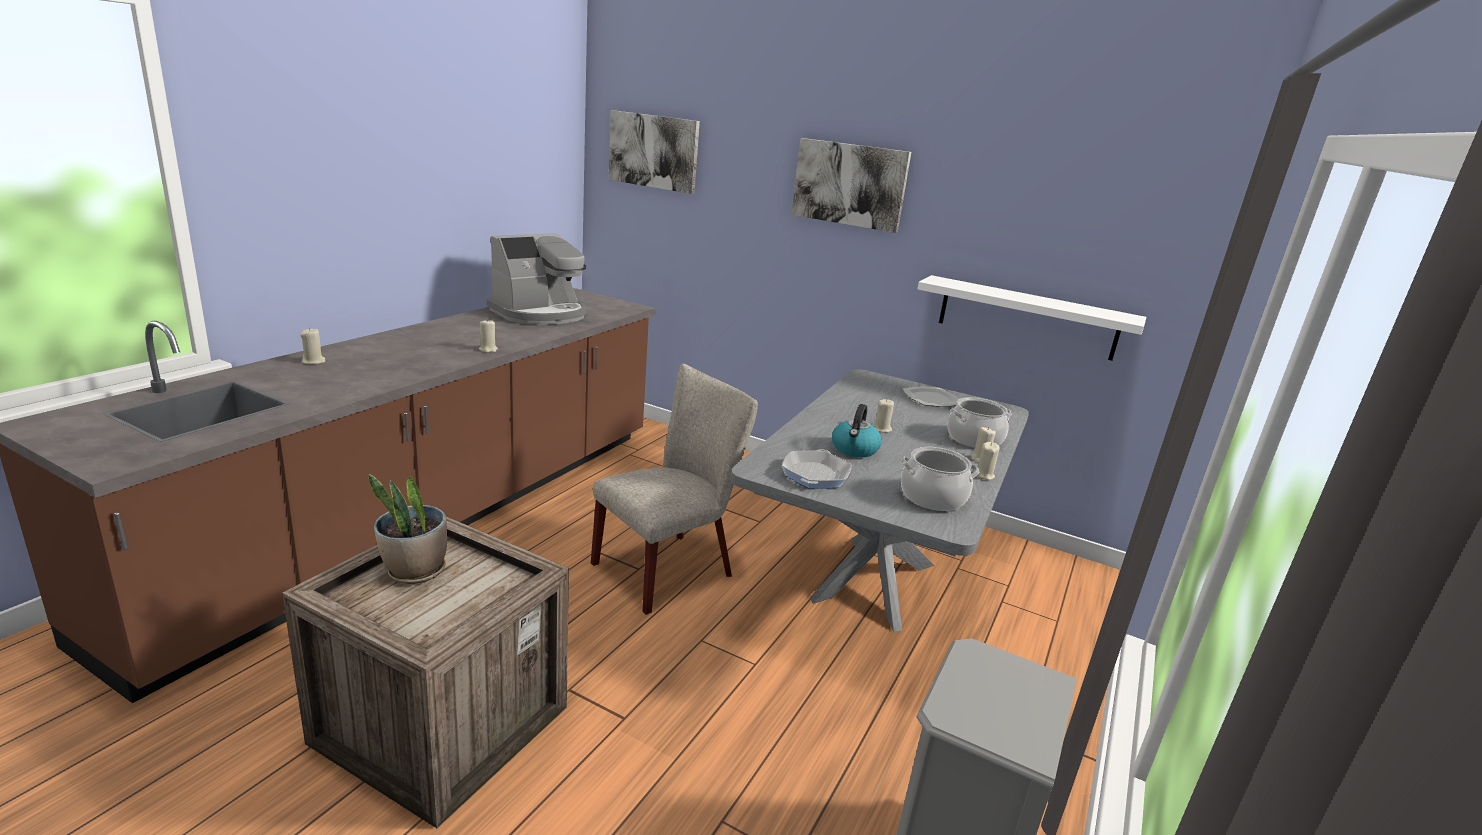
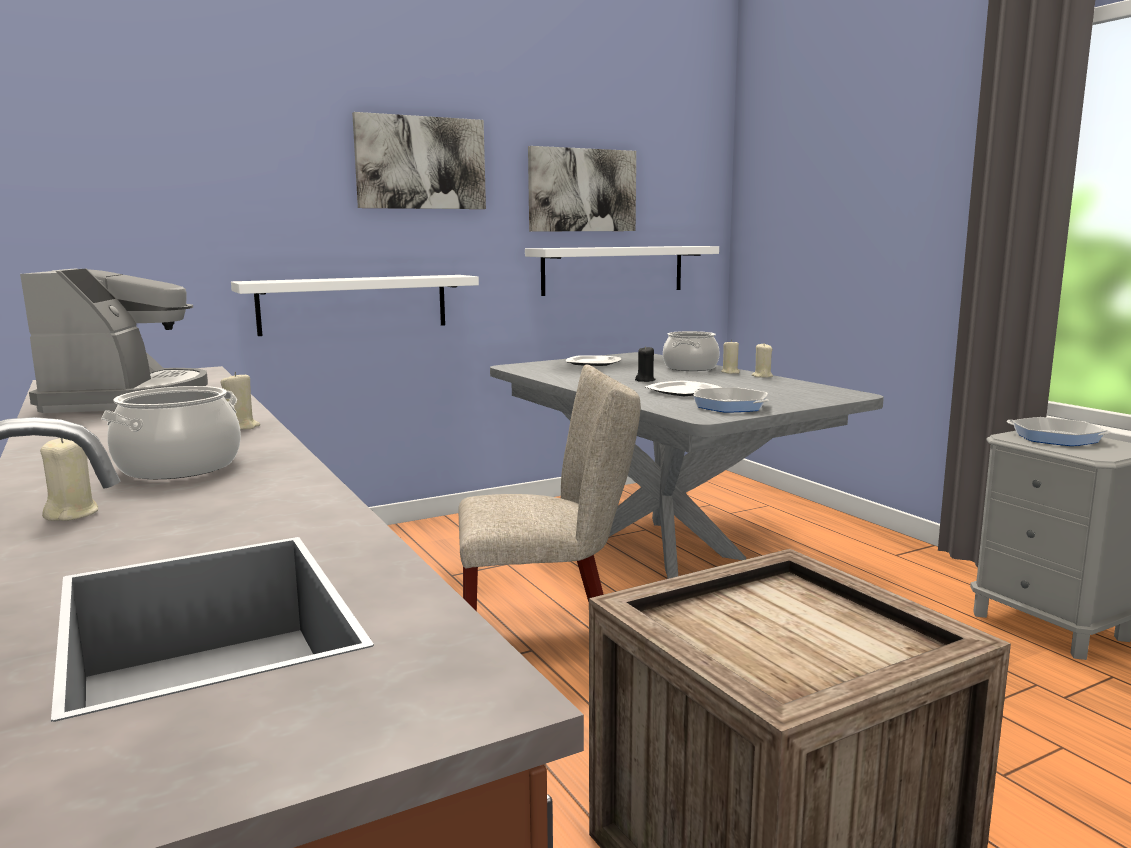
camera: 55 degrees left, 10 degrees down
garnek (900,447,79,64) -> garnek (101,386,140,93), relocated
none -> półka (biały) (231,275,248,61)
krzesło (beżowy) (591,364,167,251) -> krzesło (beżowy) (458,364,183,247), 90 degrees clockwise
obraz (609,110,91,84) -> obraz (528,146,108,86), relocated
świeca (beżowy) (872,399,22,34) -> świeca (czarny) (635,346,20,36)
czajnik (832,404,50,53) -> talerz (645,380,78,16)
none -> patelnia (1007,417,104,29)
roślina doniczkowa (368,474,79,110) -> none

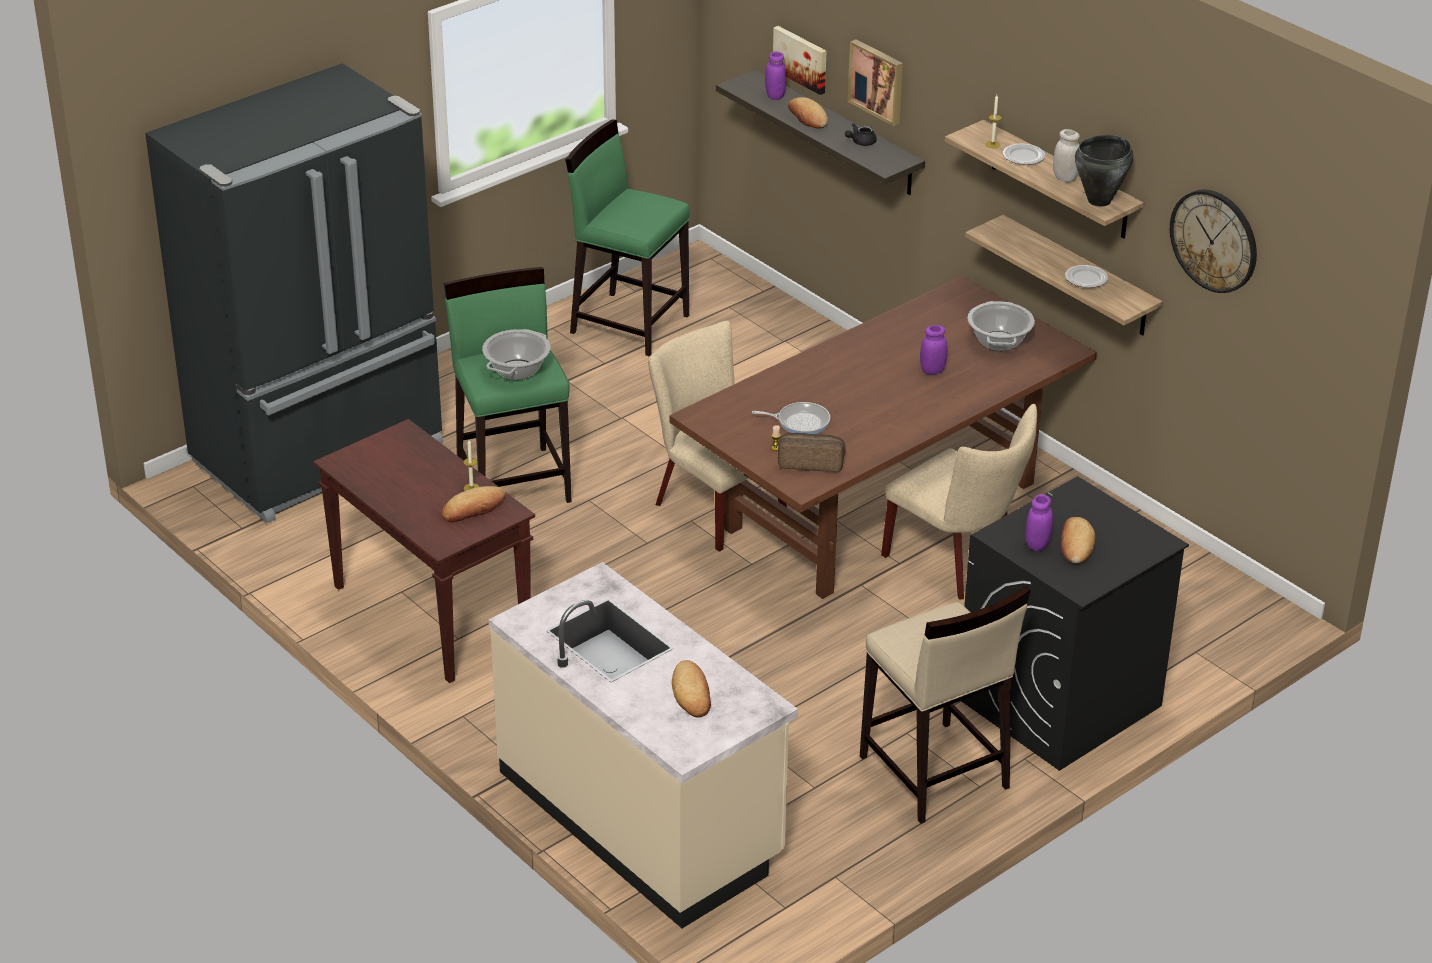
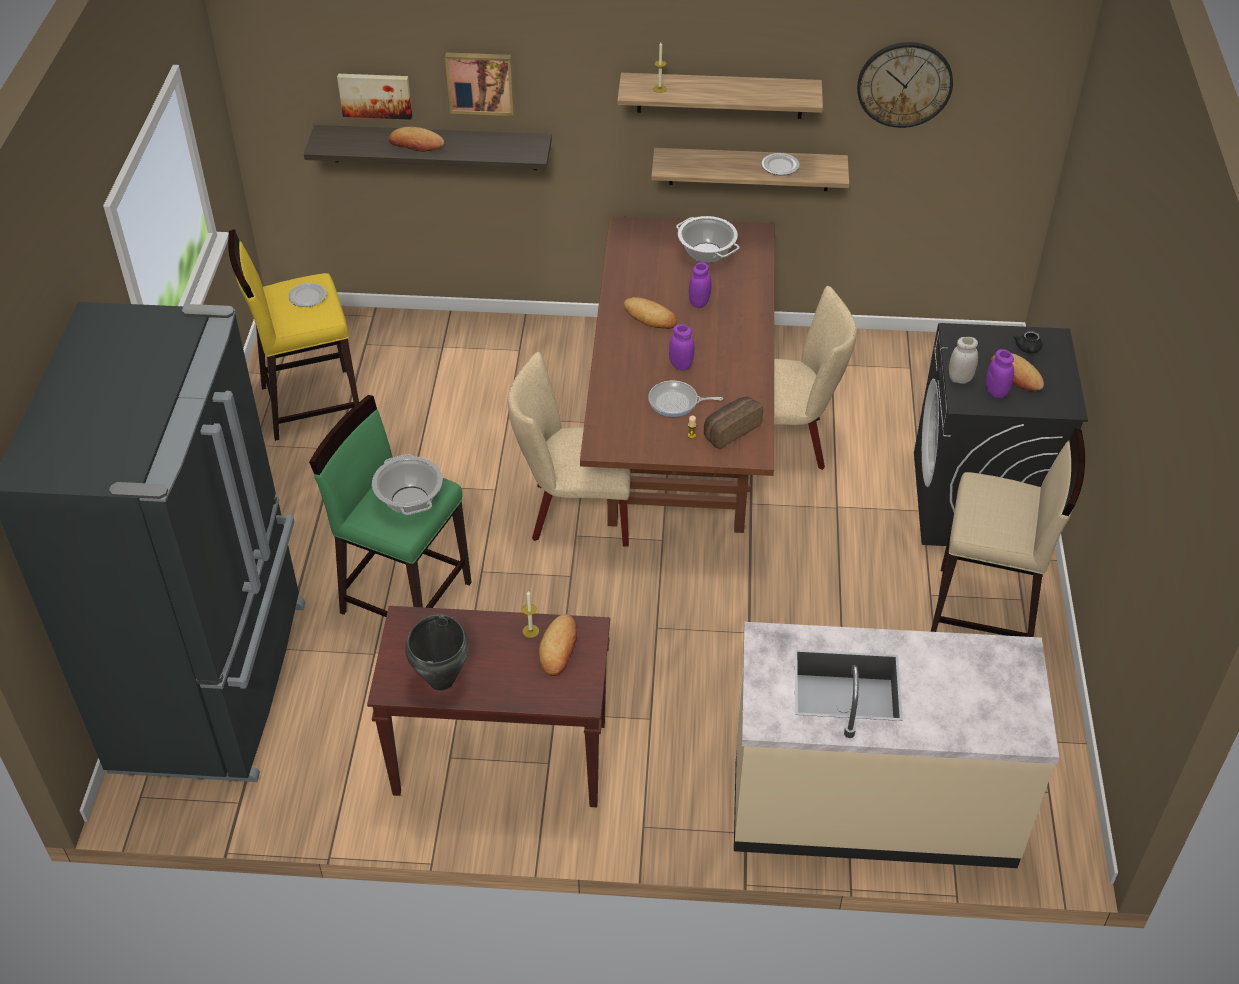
camera: 45 degrees left, 10 degrees up
stołek (zielony) (565,119,125,237) -> stołek (żółty) (228,229,131,212)
talerz (1003,143,42,22) -> talerz (288,283,39,24), relocated
garnek (czarny) (1075,135,58,72) -> garnek (czarny) (405,614,64,77), relocated
chleb (672,660,39,58) -> chleb (624,297,53,32), relocated
patelnia (752,402,78,32) -> patelnia (648,381,75,36), 135 degrees counterclockwise
słoik (fioletowy) (765,52,21,48) -> słoik (fioletowy) (669,324,25,47), relocated
słoik (biały) (1053,129,27,53) -> słoik (biały) (949,337,29,47), relocated
imbryk (czarny) (845,123,32,23) -> imbryk (czarny) (1014,331,28,22), relocated

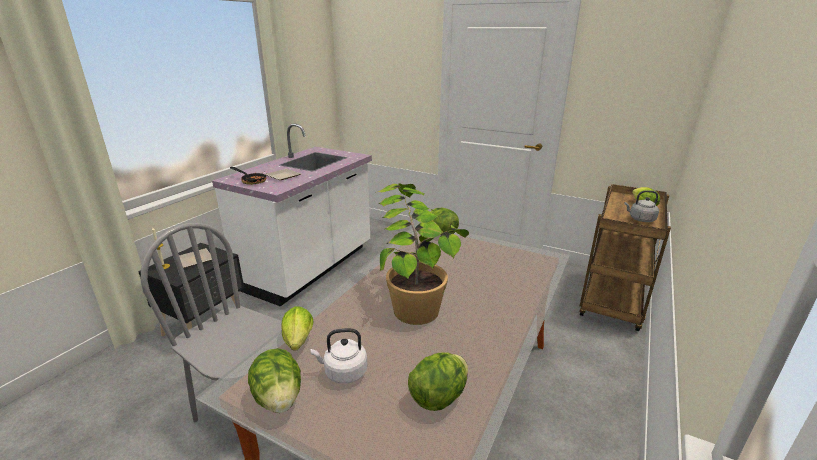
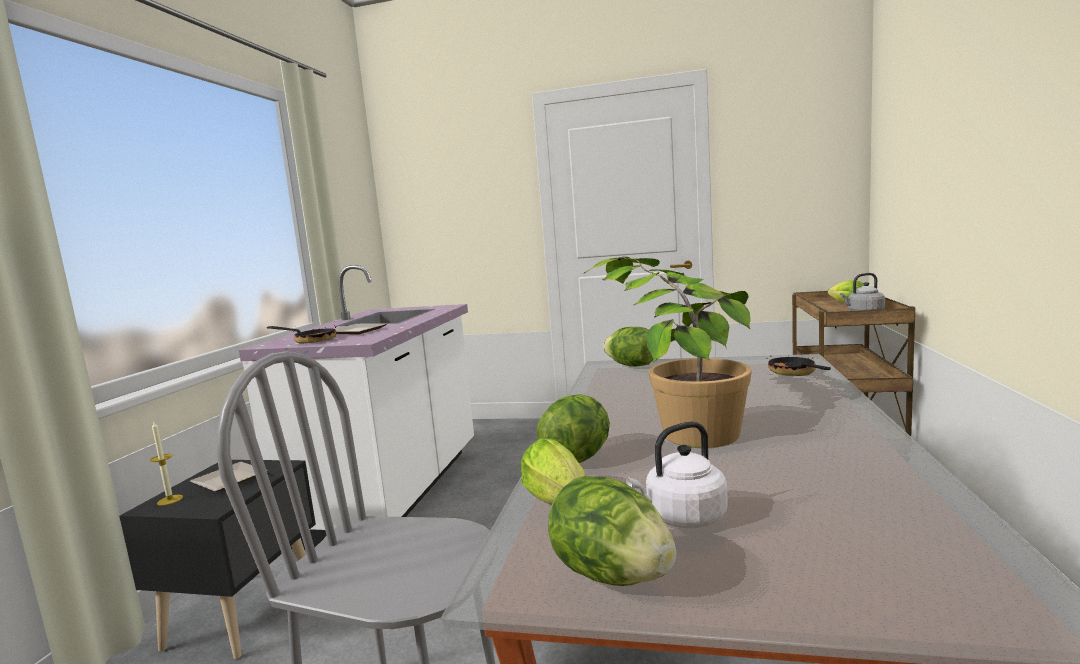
camera: 15 degrees left, 15 degrees down
sałata (408,352,60,59) -> sałata (537,394,73,69), relocated
none -> patelnia (766,351,65,25)

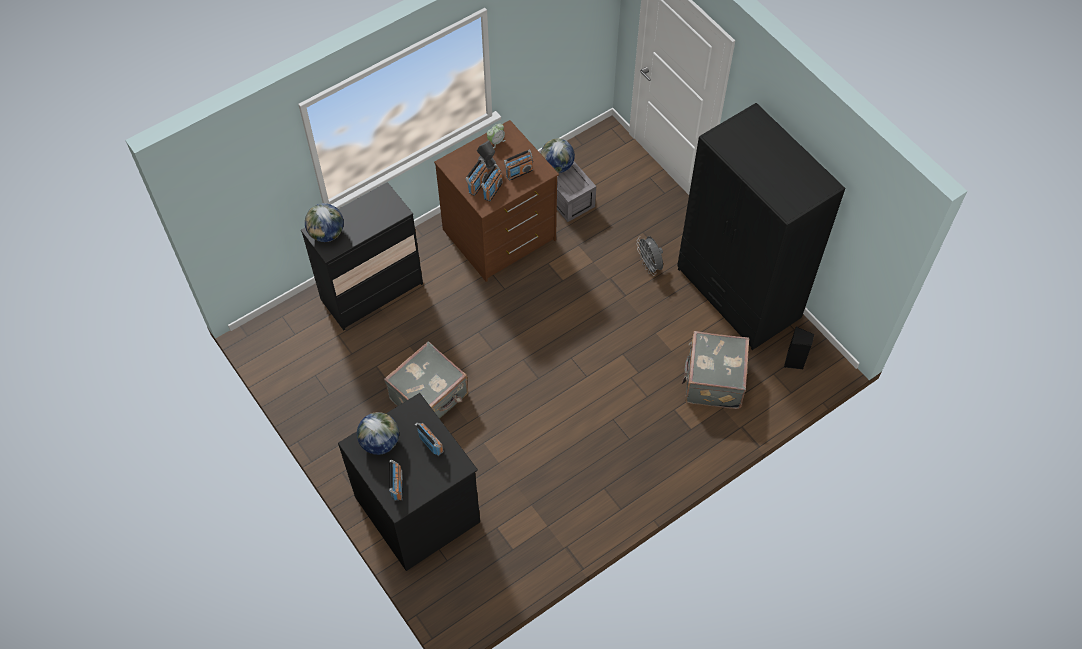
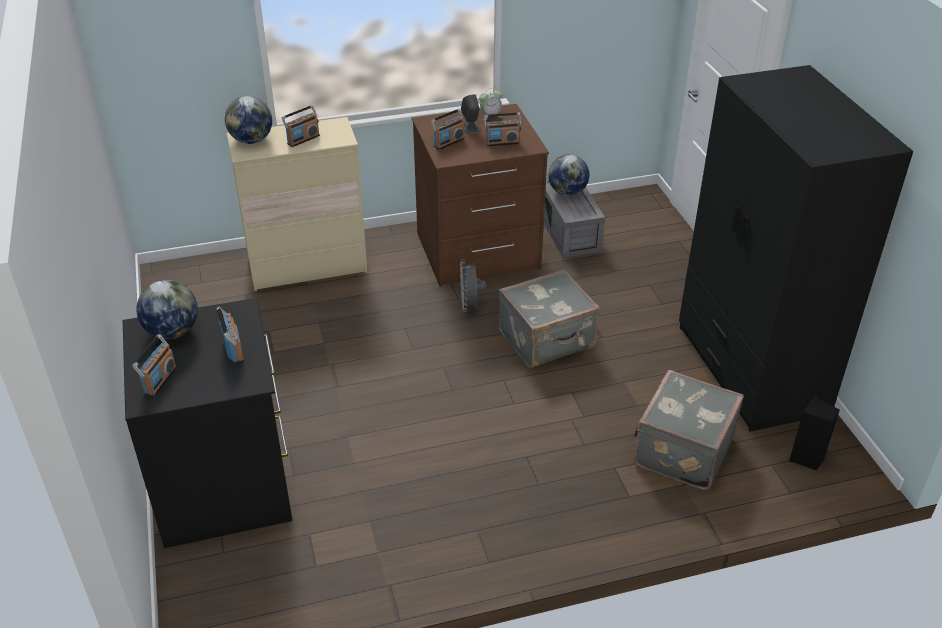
camera: 20 degrees right, 20 degrees down
komoda (czarny) (301,182,122,148) -> komoda (beżowy) (227,117,141,174)
radio (481,164,22,38) -> radio (282,105,38,42), relocated
wentylator (szary) (636,236,27,40) -> wentylator (szary) (460,260,26,52), relocated
walizka (szary) (384,341,84,78) -> walizka (szary) (499,269,101,99), relocated

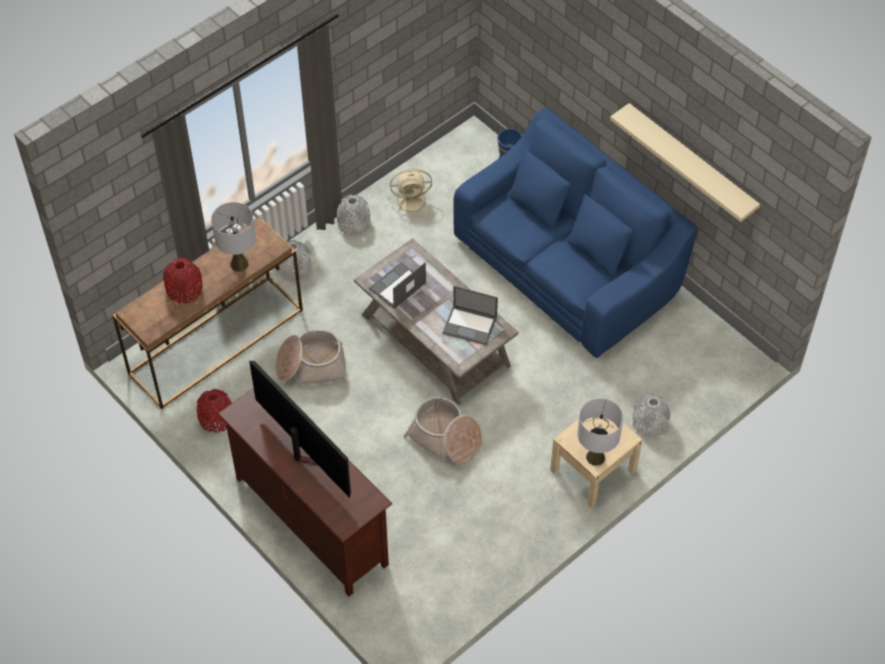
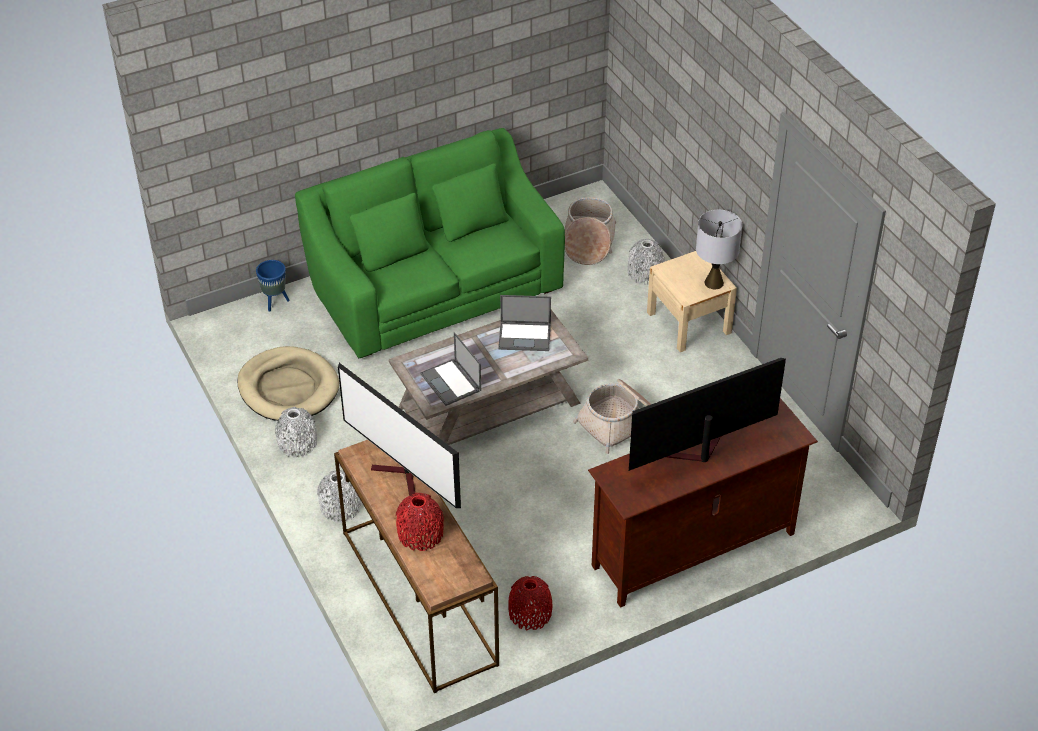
camera: 75 degrees left, 10 degrees down
wentylator (beżowy) (389,169,44,48) -> legowisko (beżowy) (237,346,102,75)
kanapa (niebieski) (454,107,244,251) -> kanapa (zielony) (295,128,270,230)
lampa stołowa (szary) (211,202,45,69) -> telewizor (338,363,123,145)
laptop (443,286,55,59) -> laptop (498,295,53,56), 60 degrees clockwise
koszyk (275,330,72,58) -> koszyk (565,197,51,68), relocated
półka (beżowy) (610,103,150,119) -> none

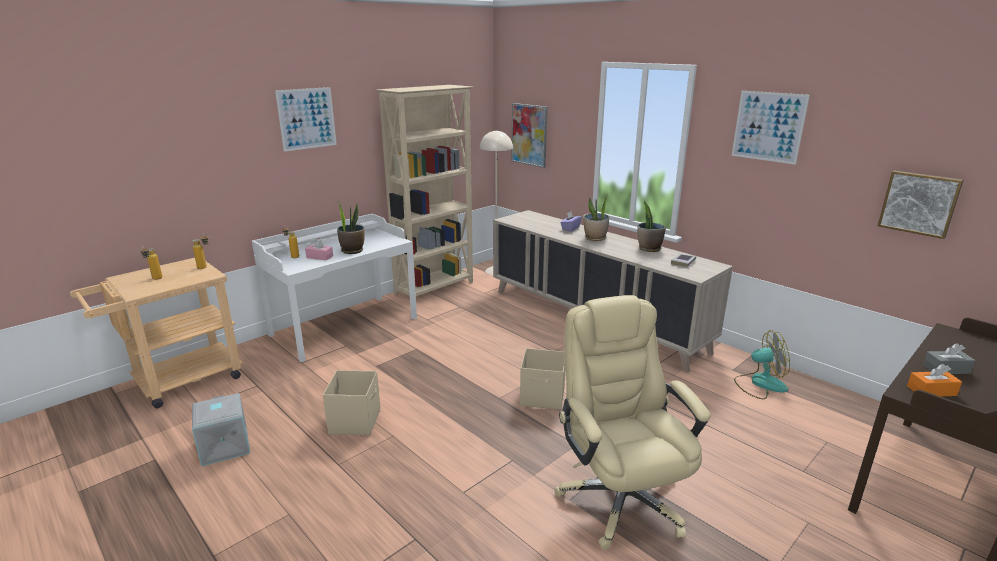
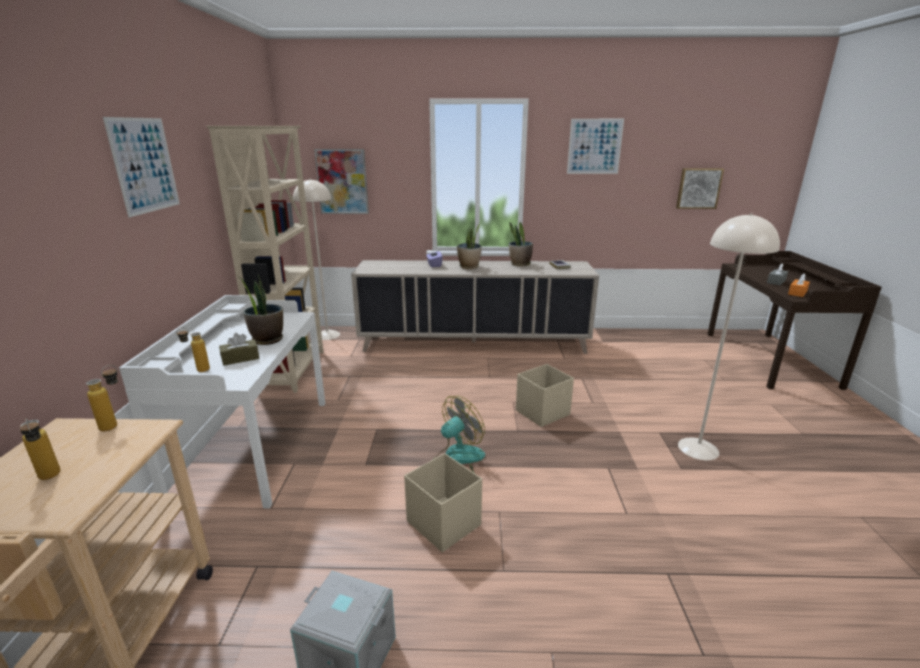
camera: 45 degrees left, 0 degrees up
pudełko chusteczek (różowy) (305,238,28,23) -> pudełko chusteczek (brązowy) (219,333,40,33)
wentylator (734,330,56,69) -> wentylator (434,396,51,77), relocated
krzesło biurowe (beżowy) (554,295,157,255) -> lampa stojąca (beżowy) (678,213,102,247)

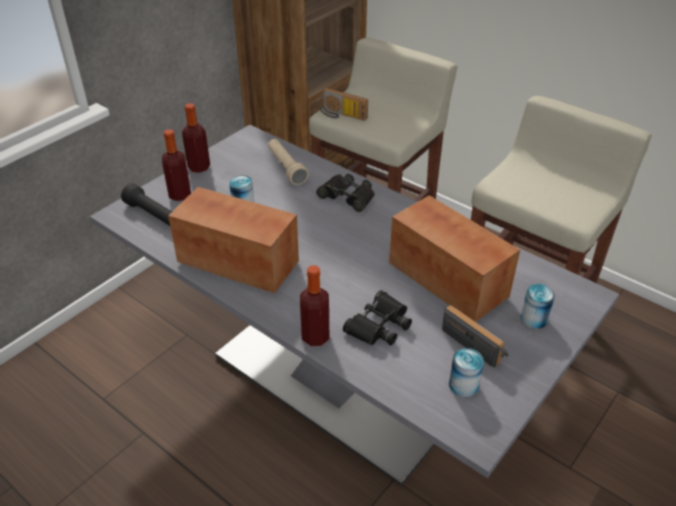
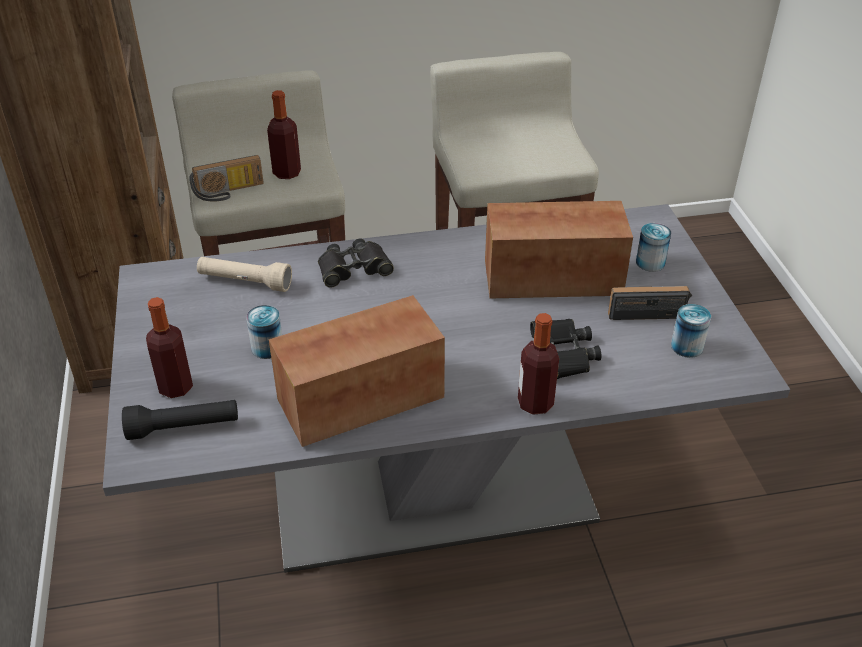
camera: 50 degrees left, 0 degrees up
butelka (182,103,28,70) -> butelka (267,90,34,89), relocated

